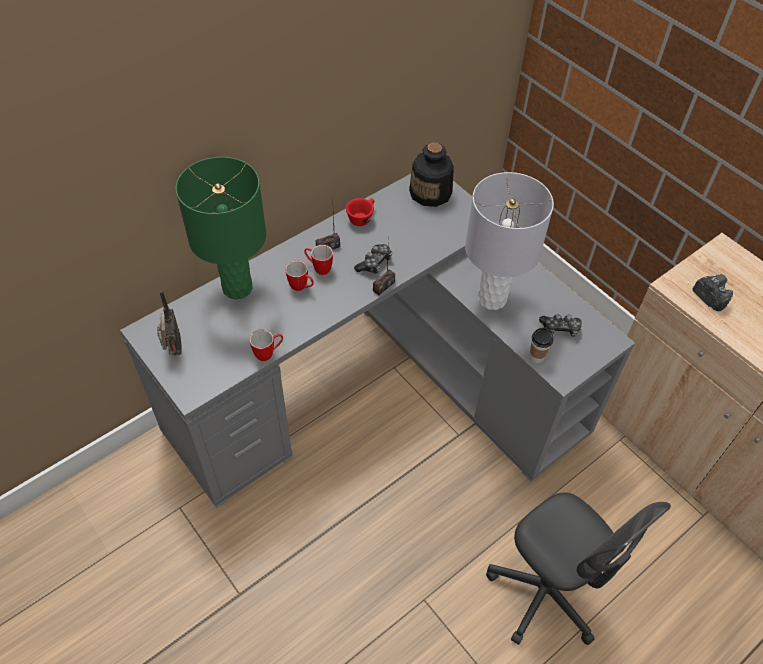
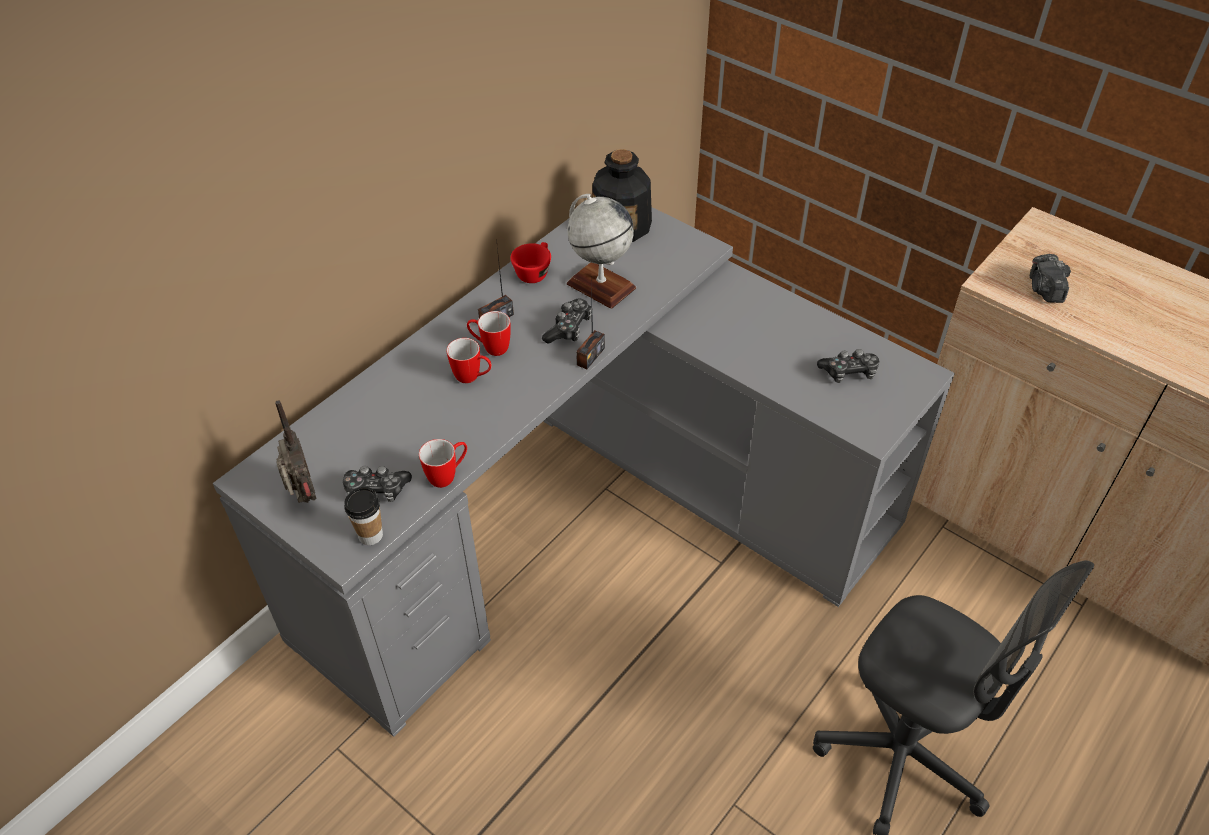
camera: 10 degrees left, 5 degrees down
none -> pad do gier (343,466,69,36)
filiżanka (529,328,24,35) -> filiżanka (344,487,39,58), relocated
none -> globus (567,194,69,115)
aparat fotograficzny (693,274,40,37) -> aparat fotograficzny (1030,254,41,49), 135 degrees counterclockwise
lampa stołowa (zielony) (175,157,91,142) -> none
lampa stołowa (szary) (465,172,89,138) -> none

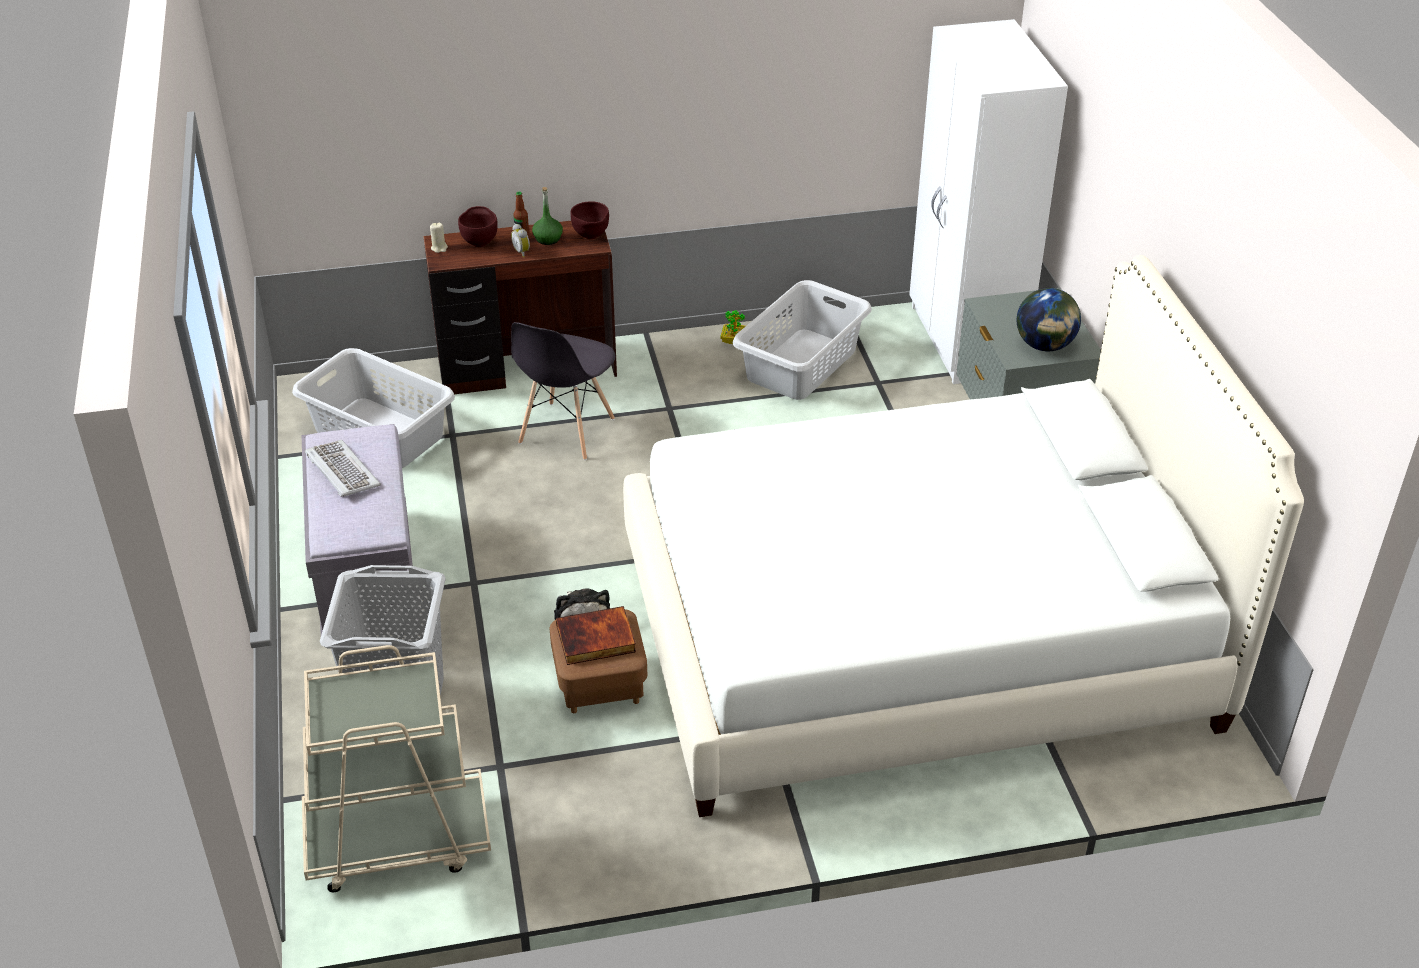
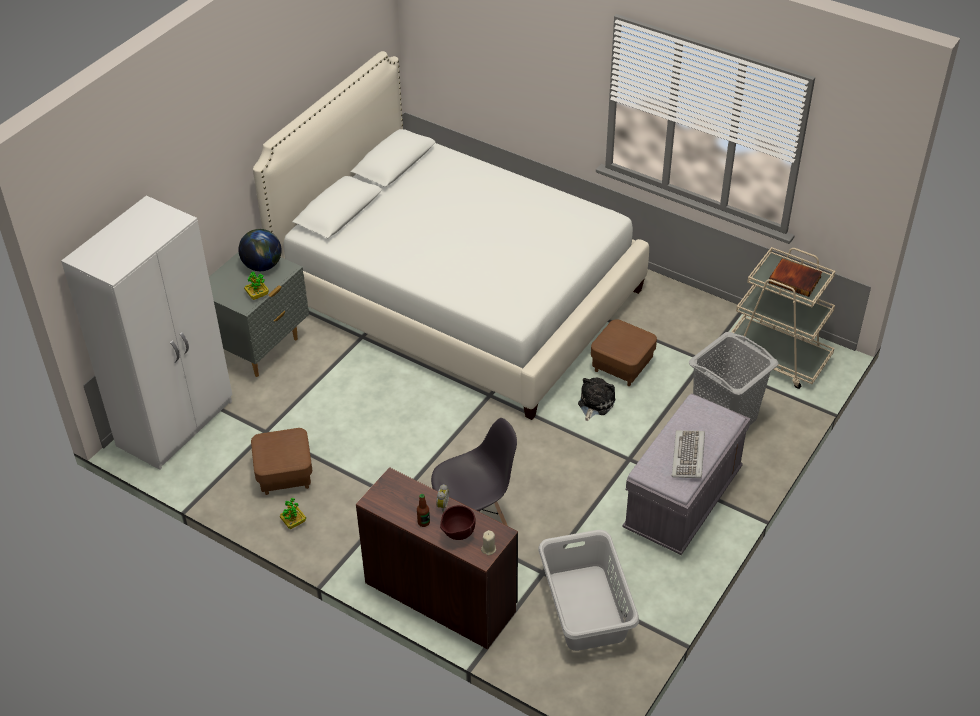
camera: 135 degrees left, 5 degrees up
none -> roślina doniczkowa (244,272,25,28)
kosz na pranie (szary) (733,280,139,120) -> pufa (brązowy) (251,428,61,67)
książka (556,606,80,59) -> książka (769,258,53,39), relocated
butelka (zielony) (532,187,31,58) -> none
miska (brązowy) (570,201,39,38) -> none

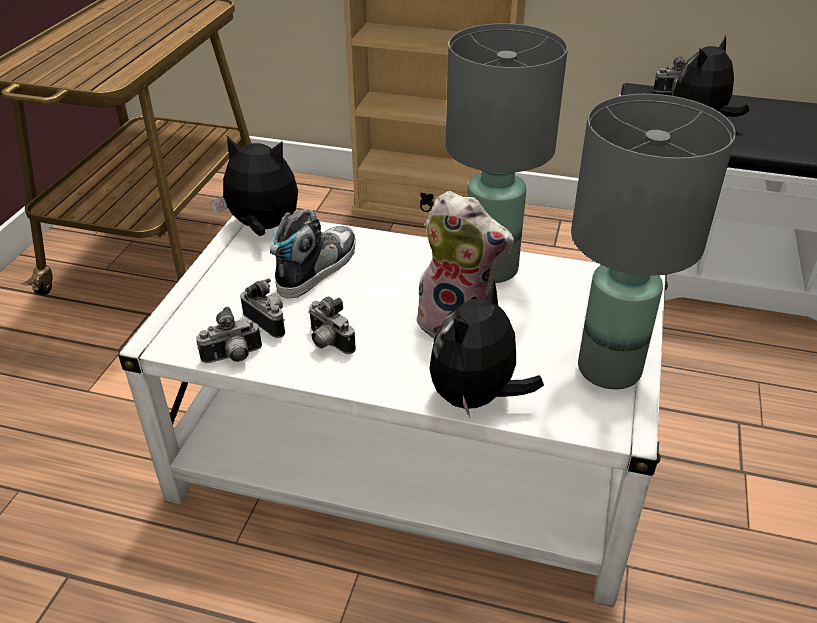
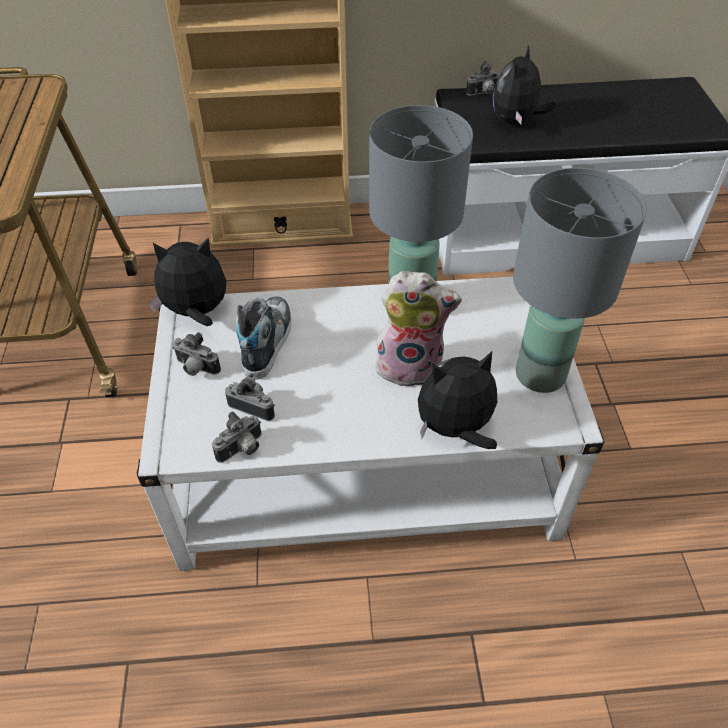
camera: 20 degrees left, 10 degrees up
aparat fotograficzny (308,296,48,58) -> aparat fotograficzny (173,332,48,44), relocated
pluszak (429,279,115,139) -> pluszak (418,351,79,98), 60 degrees clockwise

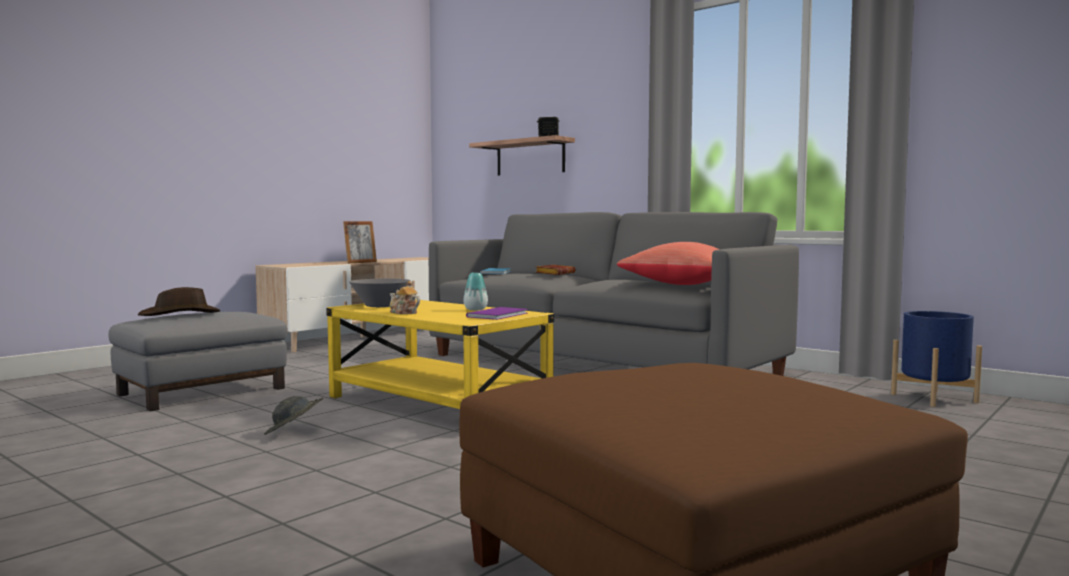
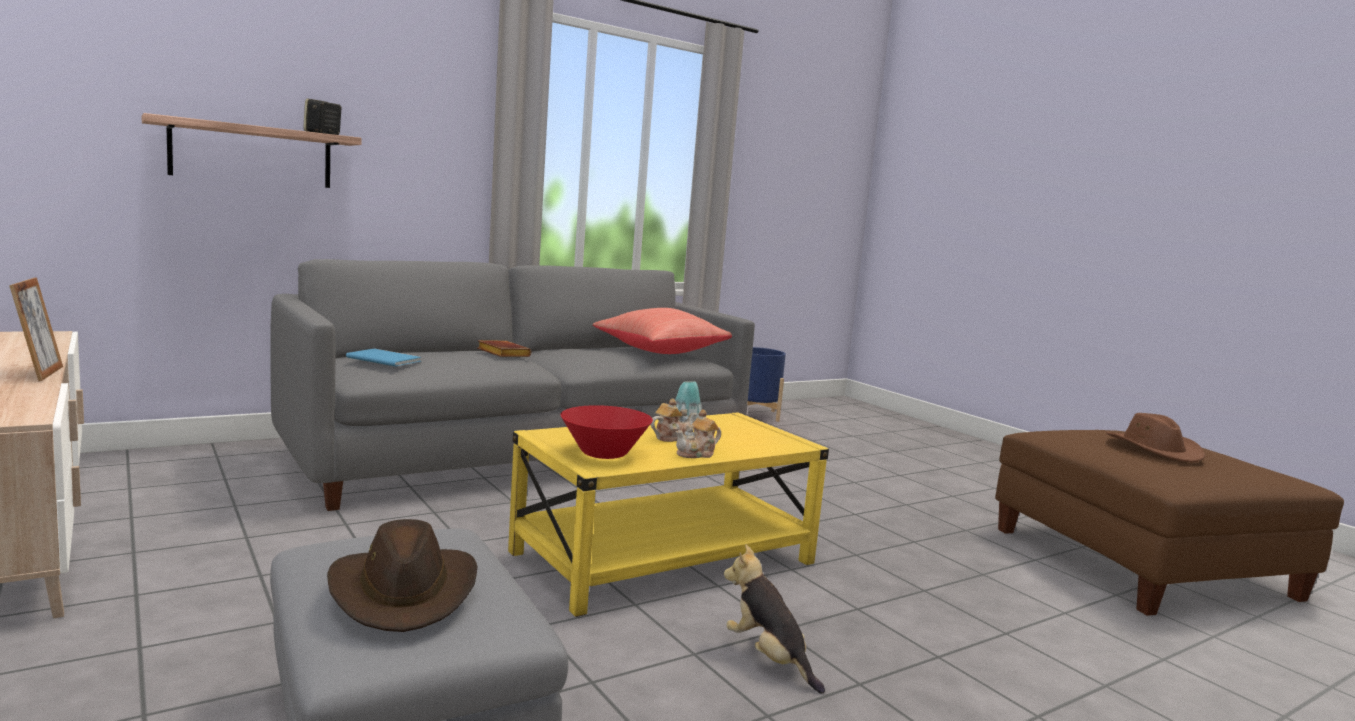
camera: 75 degrees left, 5 degrees up
miska (szary) (349,279,62,28) -> miska (czerwony) (561,405,92,54)
none -> imbryk (651,399,46,43)
kapelusz (szary) (264,396,60,39) -> pluszak (724,545,101,149)
none -> kapelusz (brązowy) (1106,413,99,49)
książka (fioletowy) (466,307,62,13) -> none

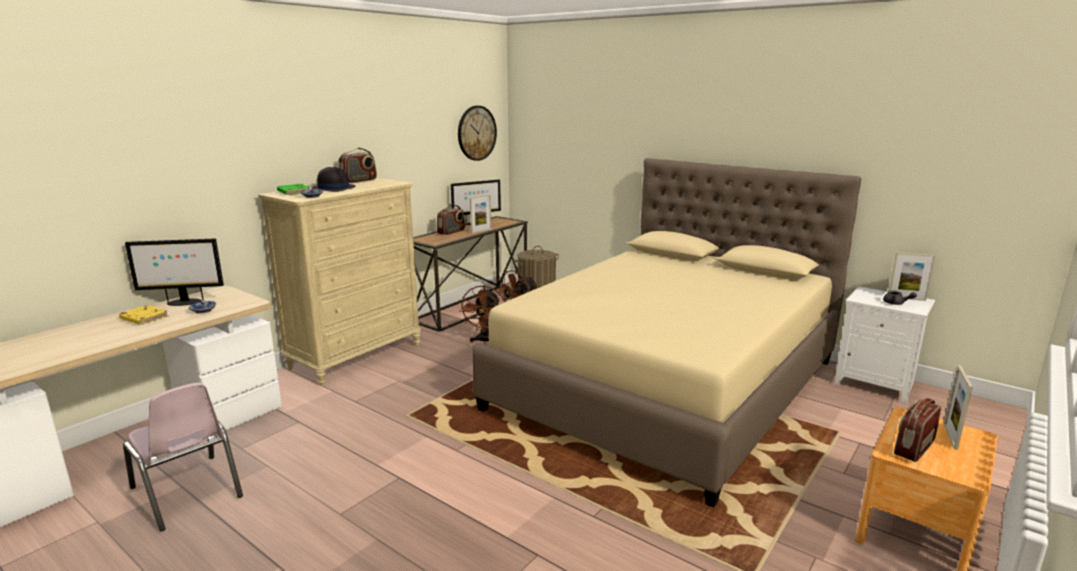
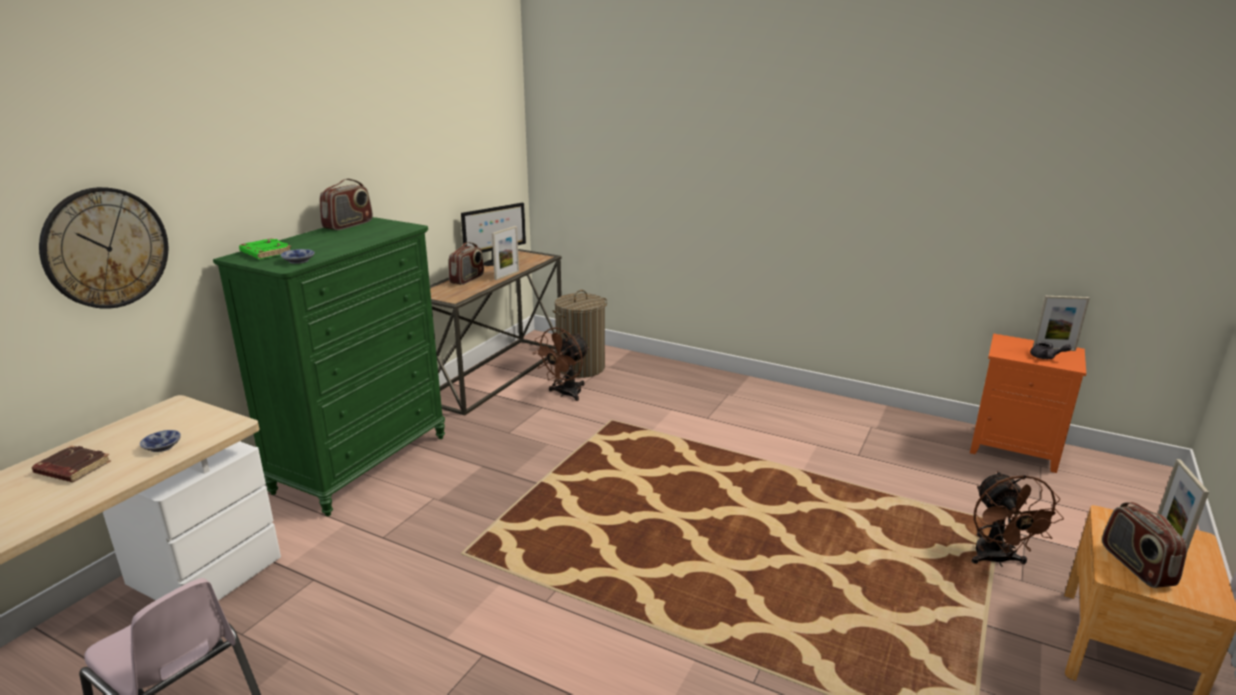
camera: 10 degrees left, 5 degrees up
książka (żółty) (119,305,50,20) -> książka (brązowy) (32,445,79,37)
zegar ścienny (458,106,39,55) -> zegar ścienny (39,187,129,122), relocated
komoda (beżowy) (258,178,163,208) -> komoda (zielony) (213,217,232,299)
szafka nocna (biały) (834,286,101,117) -> szafka nocna (pomarańczowy) (970,334,116,139)
wentylator (brązowy) (460,285,45,59) -> wentylator (brązowy) (972,471,92,96), relocated
radio (894,398,47,64) -> radio (1102,502,85,86), 45 degrees counterclockwise
monitor (125,239,99,67) -> none
kapelusz (czarny) (311,167,44,25) -> none
łóżko (beżowy) (472,158,389,350) -> none

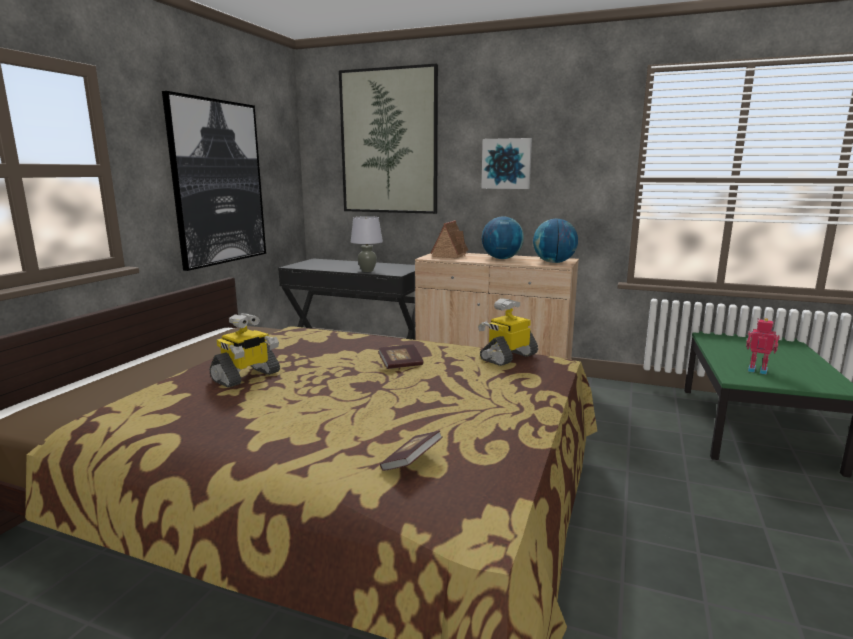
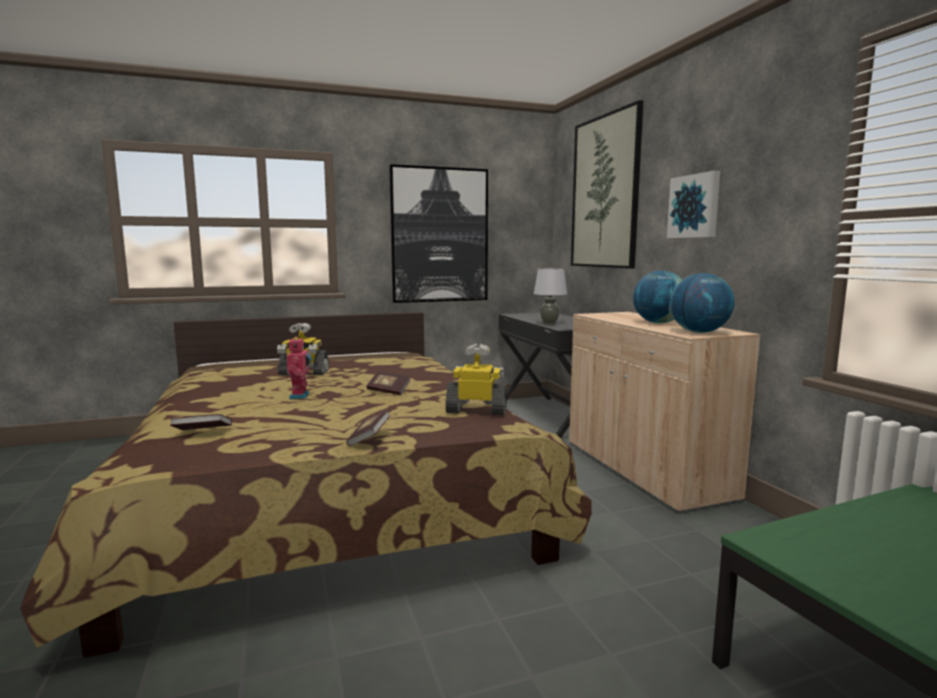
camera: 50 degrees right, 5 degrees down
robot zabawkowy (746,318,34,57) -> robot zabawkowy (287,337,25,62), relocated
none -> książka (346,410,44,36)
domek (430,221,38,37) -> none

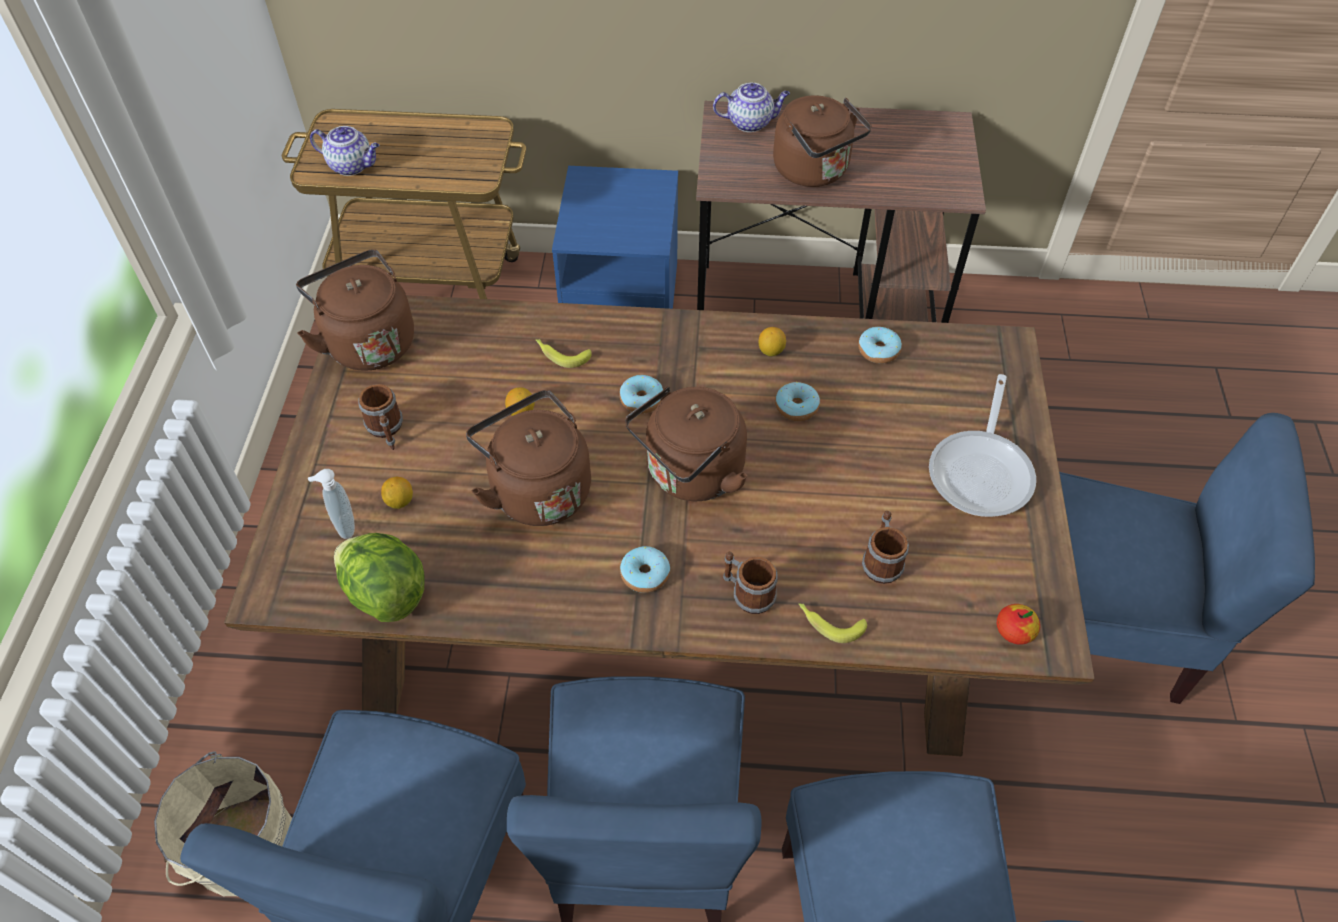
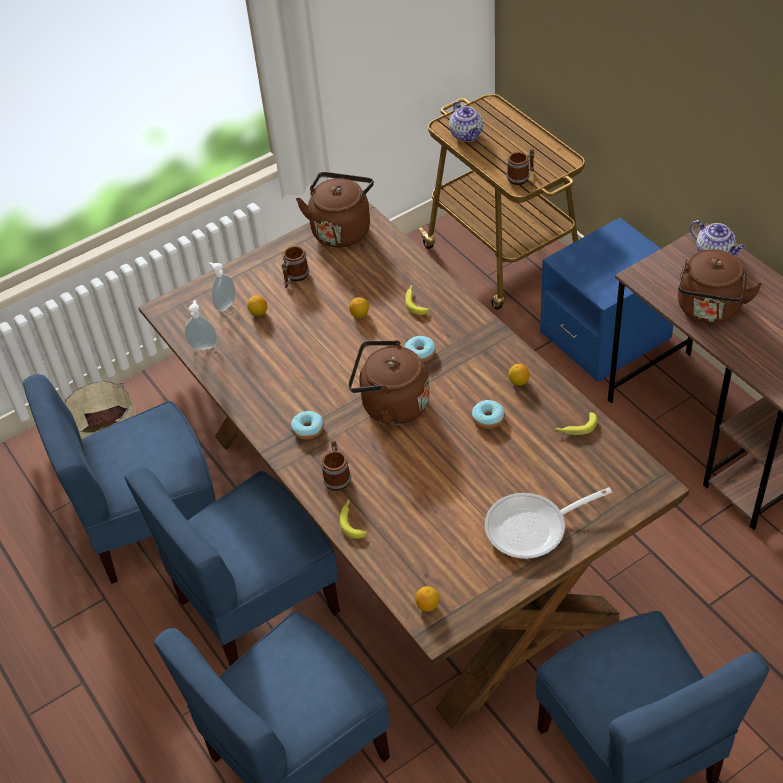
camera: 55 degrees right, 5 degrees down
sałata (334,533,90,89) -> dozownik mydła (185,300,32,50)
jabłko (997,604,43,41) -> cytryna (415,586,24,26)
kubek (862,511,47,73) -> kubek (506,149,28,36), relocated
donut (858,327,44,37) -> banan (555,412,42,23)
czajnik (brązowy) (466,390,125,136) -> none

